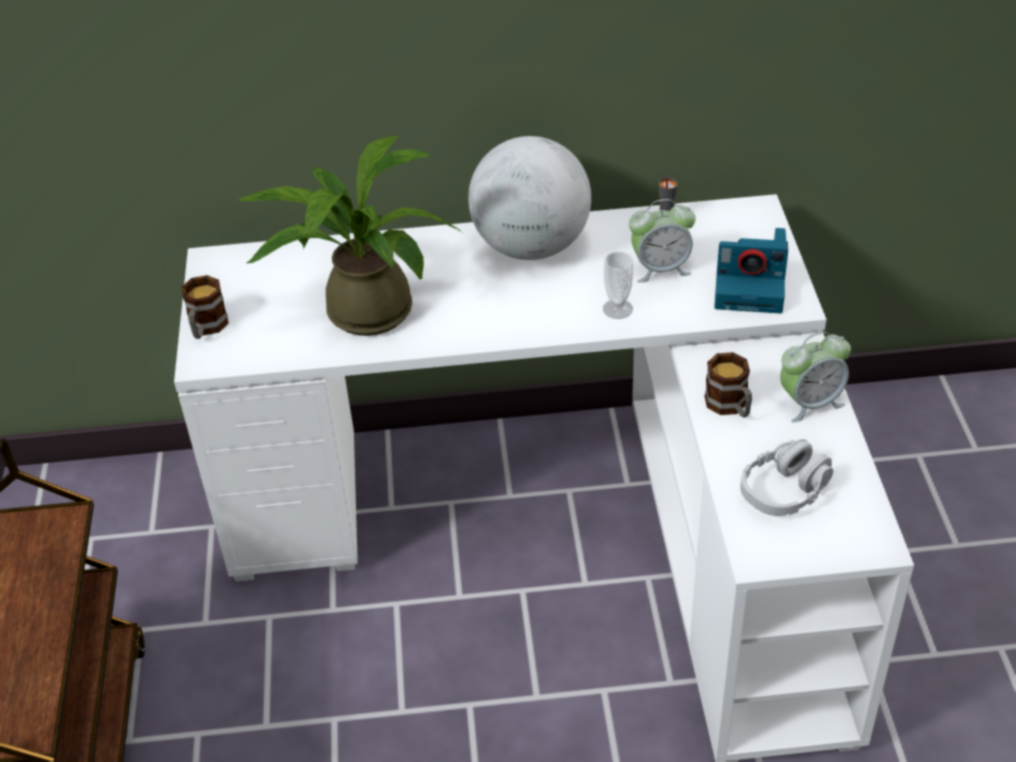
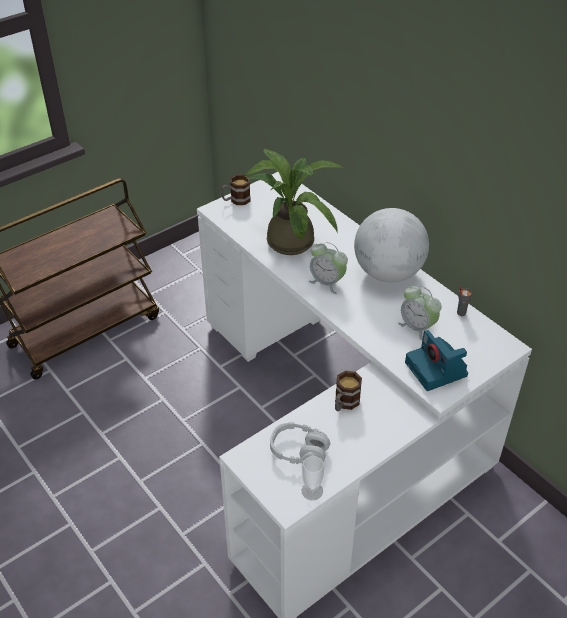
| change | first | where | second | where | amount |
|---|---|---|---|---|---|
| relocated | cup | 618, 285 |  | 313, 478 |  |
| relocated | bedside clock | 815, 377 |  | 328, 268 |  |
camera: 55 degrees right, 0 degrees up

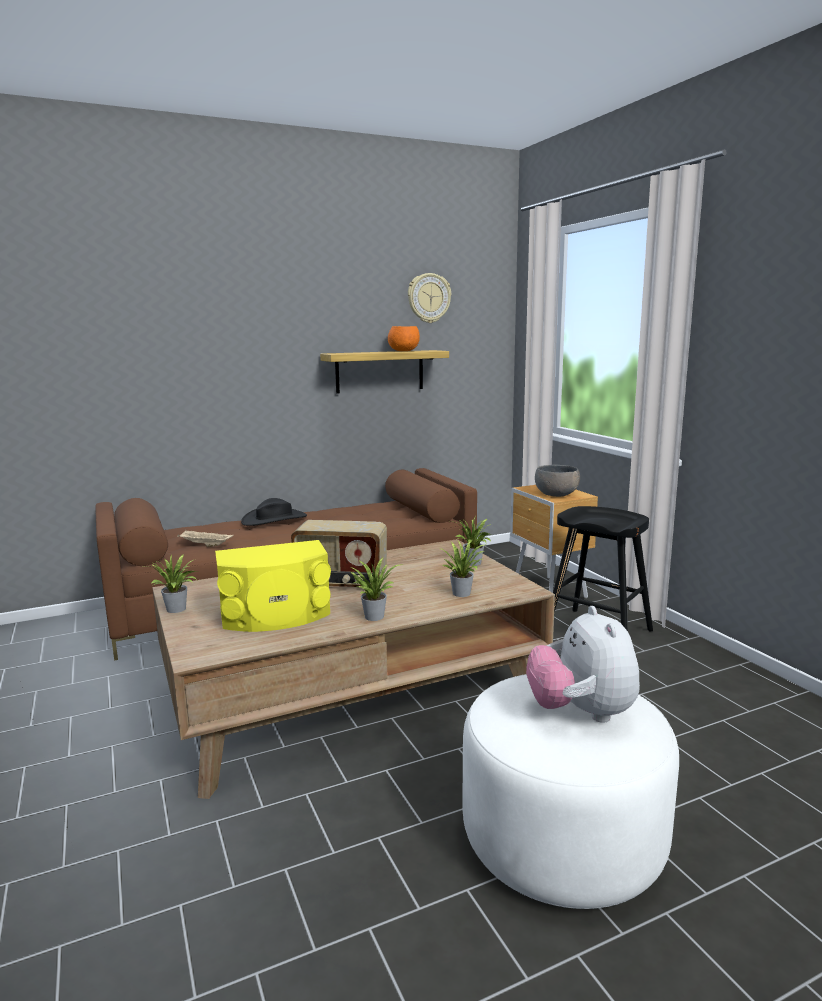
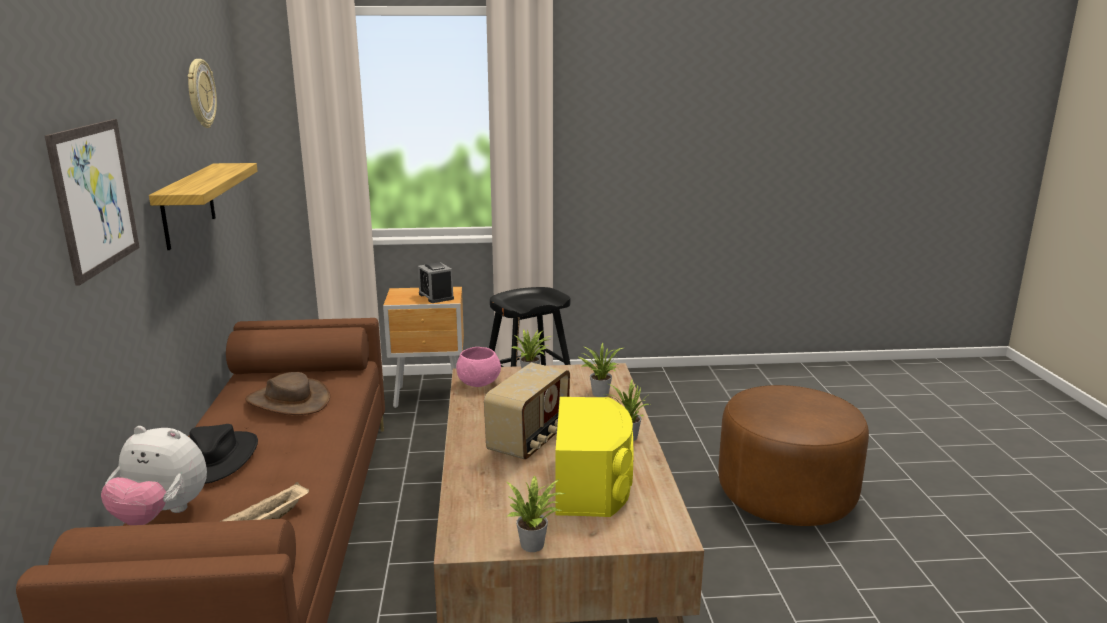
| change | first | where | second | where | amount |
|---|---|---|---|---|---|
| missing | orangey bowl | 404, 338 |  |  |  |
| appeared |  |  | wall art | 92, 202 |  |
| appeared |  |  | brown hat | 287, 393 |  |
| appeared |  |  | pink bowl | 478, 367 |  |
| relocated | soft toy | 583, 664 |  | 154, 475 |  |
| exchanged | greyish bowl | 557, 481 | bedside clock | 436, 282 |  |
| colour | whitish ottoman | 570, 791 | brown ottoman | 793, 455 |  |
camera: 70 degrees left, 5 degrees up

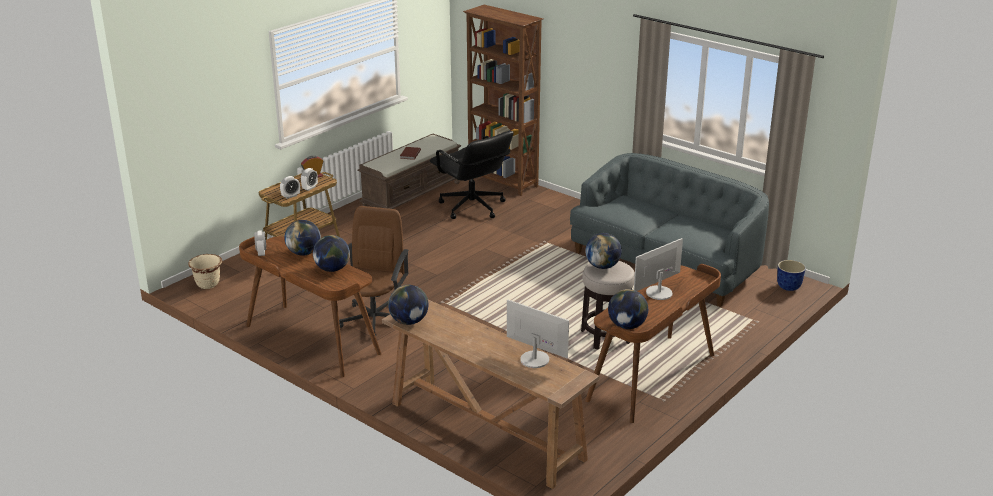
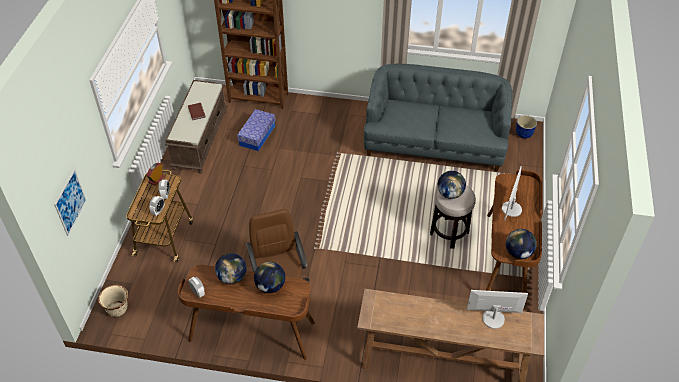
| change | first | where | second | where | amount |
|---|---|---|---|---|---|
| missing | globe | 408, 305 |  |  |  |
| appeared |  |  | wall art | 70, 202 |  |
| exchanged | blackish desk chair | 472, 175 | storage container | 256, 130 |  |
camera: 30 degrees left, 20 degrees up

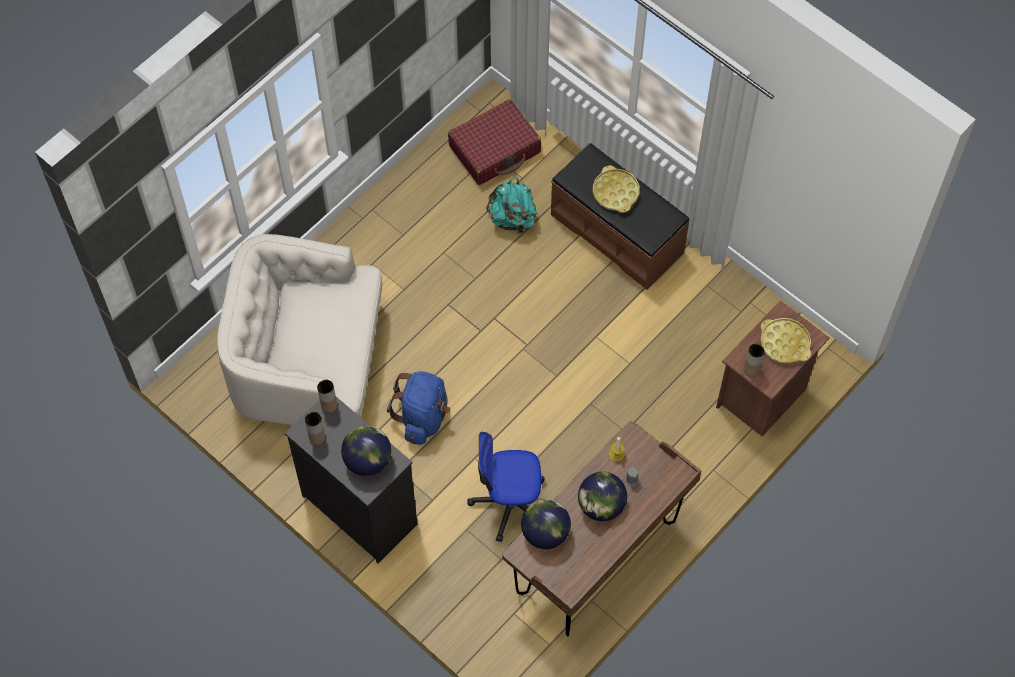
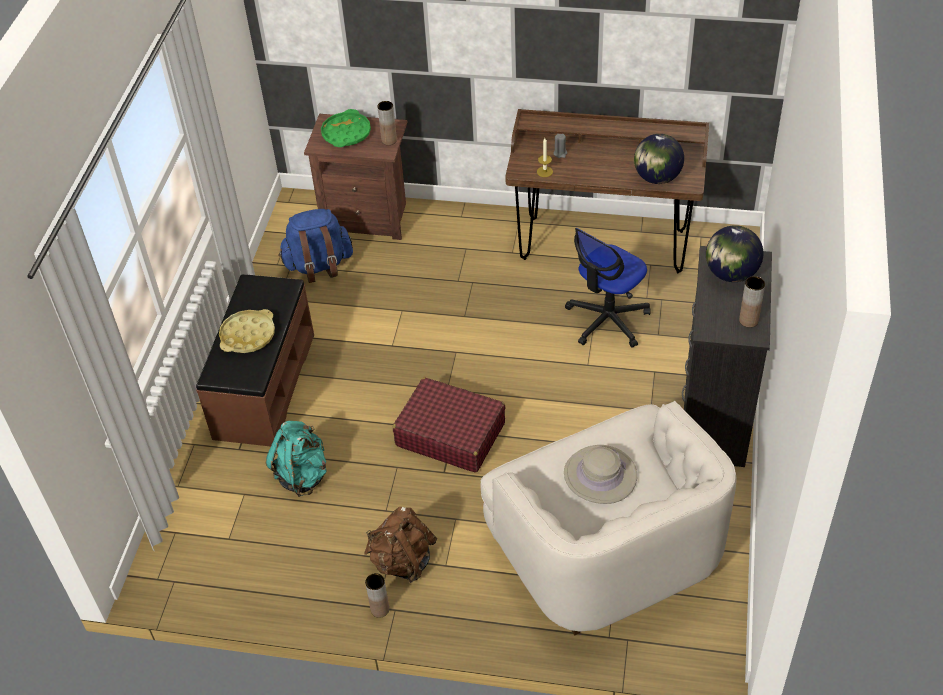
| change | first | where | second | where | amount |
|---|---|---|---|---|---|
| missing | globe | 602, 496 |  |  |  |
| appeared |  |  | brown backpack | 400, 545 |  |
| appeared |  |  | beige hat | 600, 474 |  |
| relocated | brown vase | 327, 397 |  | 377, 595 |  |
| relocated | blue backpack | 418, 408 |  | 315, 246 |  |
| relocated | red-coloured travel case | 494, 142 |  | 449, 425 |  |
| colour | yellow-coloured carrying tray | 785, 341 | green carrying tray | 346, 128 |  |
| spun | desk chair | 506, 487 |  | 608, 288 | 75 degrees clockwise |
camera: 120 degrees left, 15 degrees down

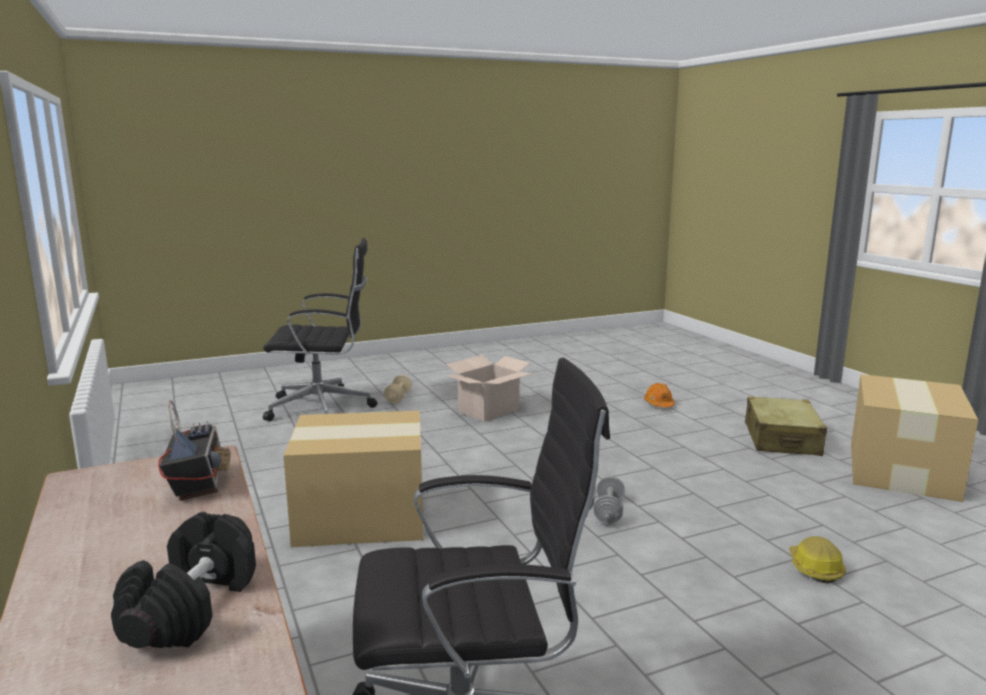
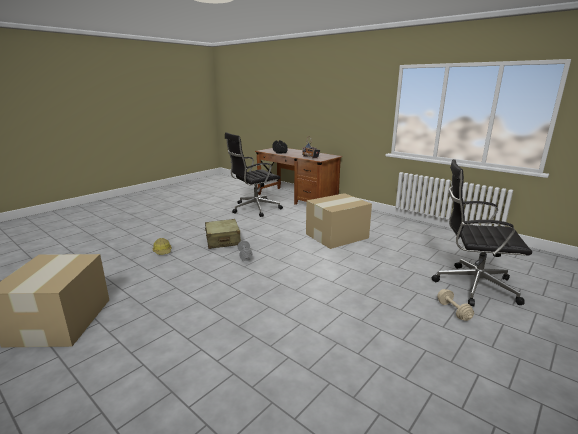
| change | first | where | second | where | amount |
|---|---|---|---|---|---|
| missing | carton | 489, 388 |  |  |  |
| missing | orangey hard hat | 659, 395 |  |  |  |
| relocated | beige travel case | 786, 426 |  | 223, 234 |  |
| spun | blackish desk chair | 320, 329 |  | 482, 232 | 45 degrees clockwise |
camera: 155 degrees right, 5 degrees up

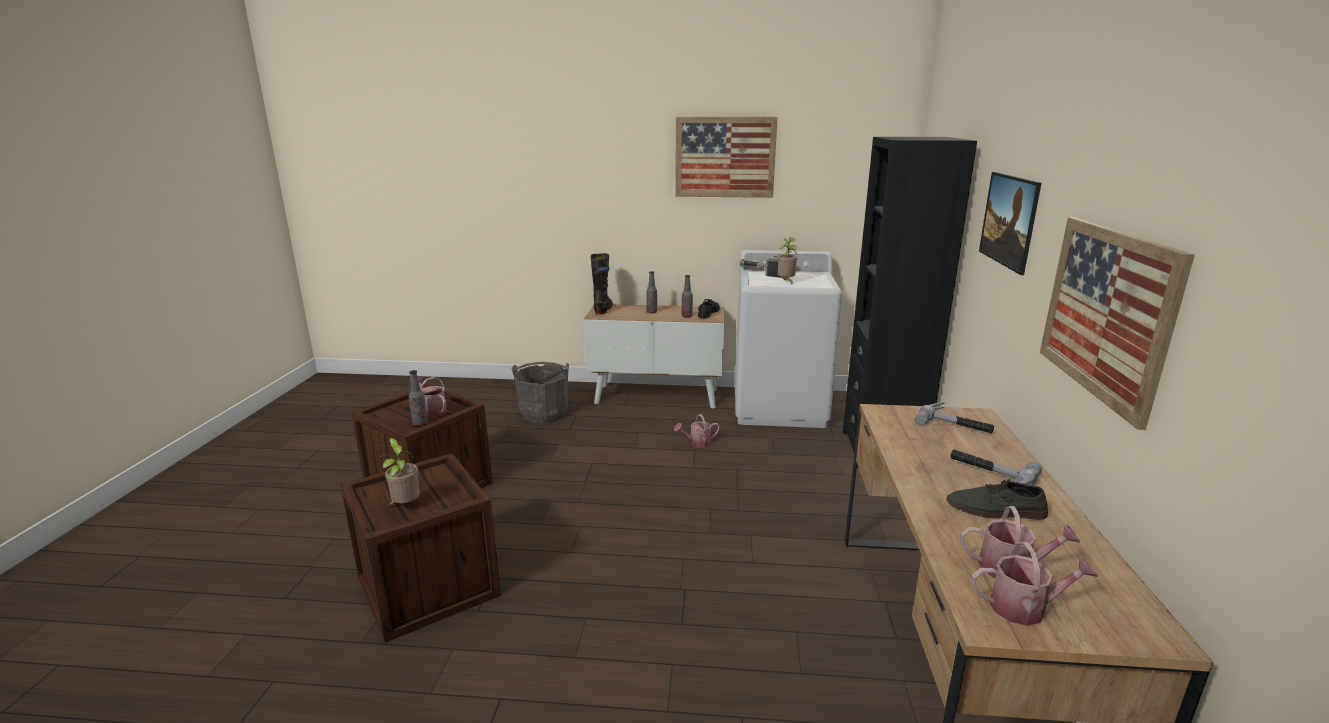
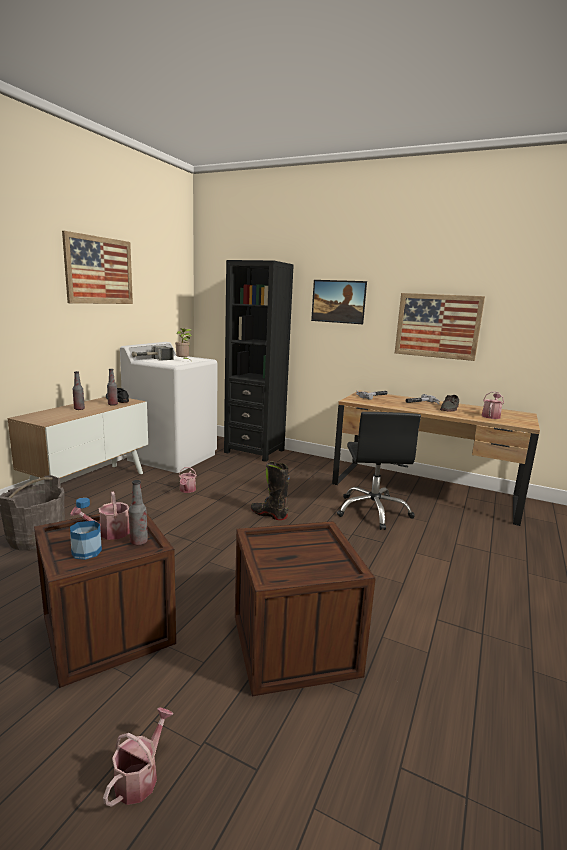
| change | first | where | second | where | amount |
|---|---|---|---|---|---|
| missing | houseplant | 398, 471 |  |  |  |
| appeared |  |  | drink bottle | 86, 529 |  |
| appeared |  |  | blackish desk chair | 379, 471 |  |
| relocated | blackish high-top boot | 602, 283 |  | 270, 490 |  |
| relocated | watering can | 1034, 584 |  | 138, 757 |  |
camera: 70 degrees left, 5 degrees down

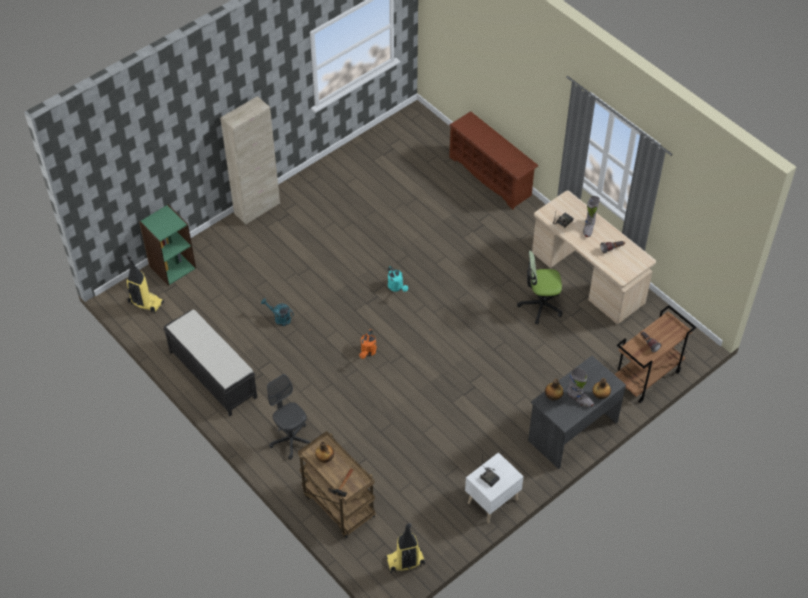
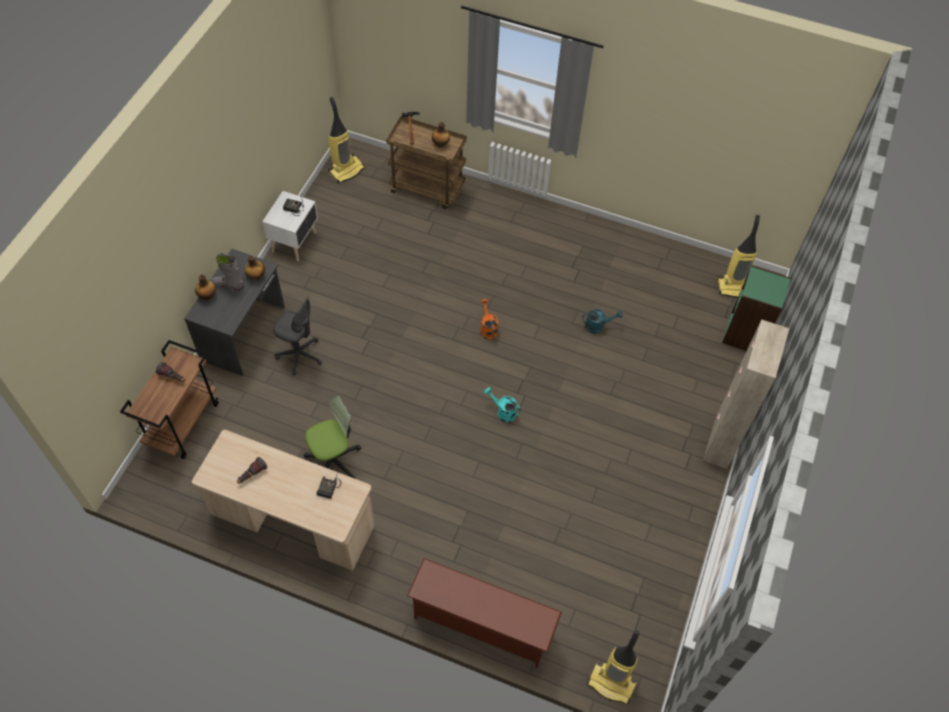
| change | first | where | second | where | amount |
|---|---|---|---|---|---|
| missing | blackish long seat | 210, 363 |  |  |  |
| missing | greyish high-top boot | 591, 216 |  |  |  |
| appeared |  |  | hoover | 613, 667 |  |
| relocated | greyish desk chair | 289, 417 |  | 297, 336 |  |
camera: 150 degrees right, 5 degrees up

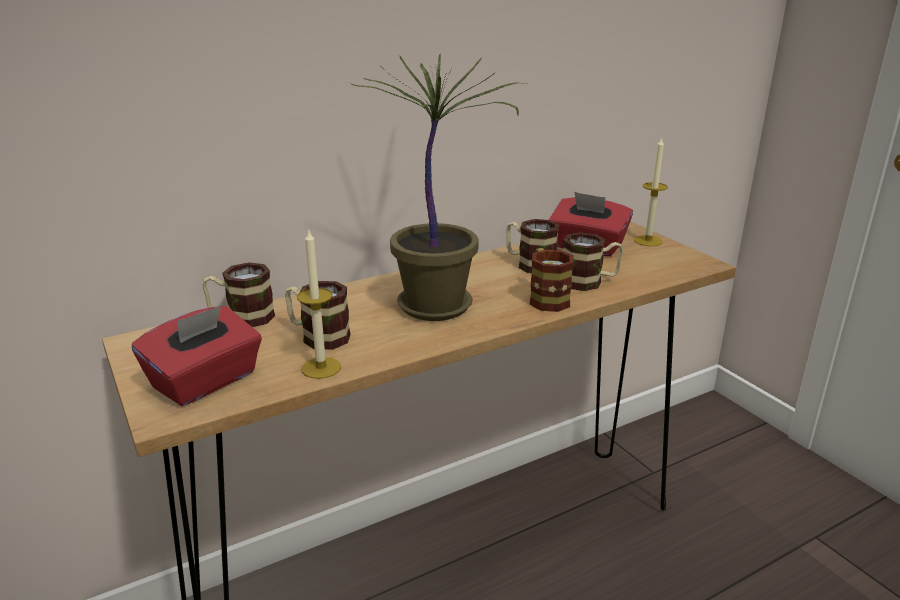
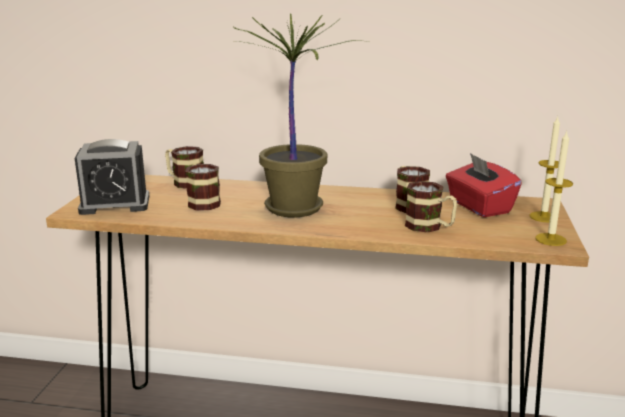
| change | first | where | second | where | amount |
|---|---|---|---|---|---|
| missing | tea mug | 551, 280 |  |  |  |
| relocated | candle | 319, 303 |  | 554, 188 |  |
| exchanged | red-coloured tissue box | 197, 355 | bedside clock | 112, 177 |  |
camera: 40 degrees right, 5 degrees down

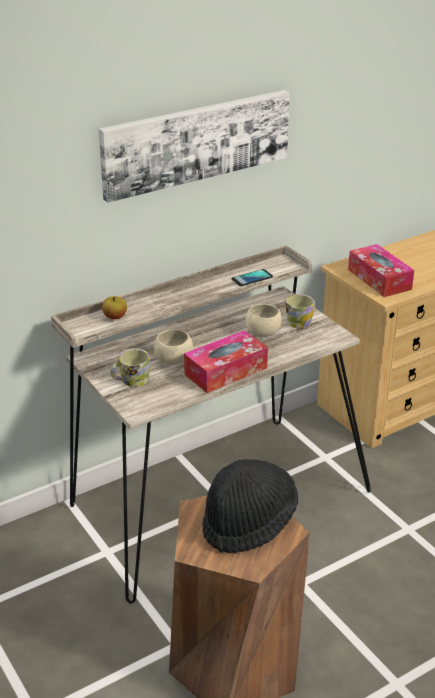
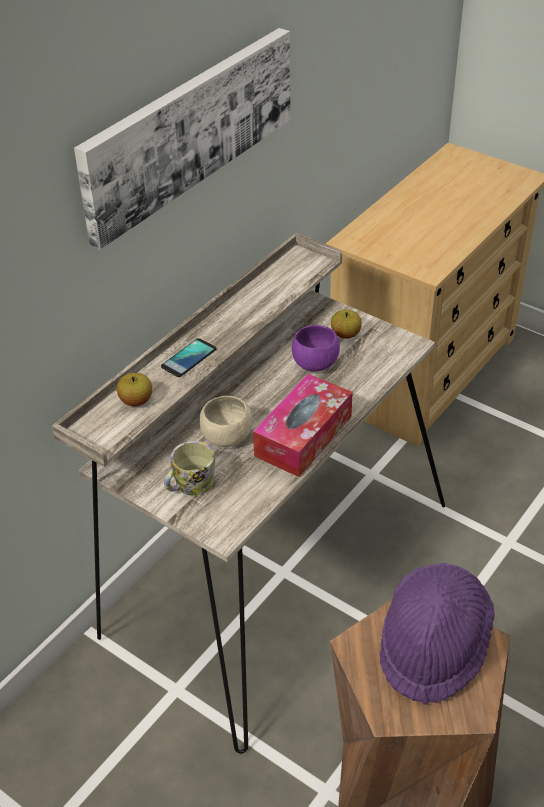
| change | first | where | second | where | amount |
|---|---|---|---|---|---|
| missing | tissue box | 381, 270 |  |  |  |
| relocated | telephone | 252, 277 |  | 188, 357 |  |
| exchanged | tea mug | 300, 311 | apple fruit | 346, 324 |  |
| colour | blackish hat | 250, 506 | purple-coloured hat | 437, 634 |  |
| colour | beige bowl | 264, 320 | purple-coloured bowl | 316, 348 |  |
camera: 20 degrees left, 10 degrees up

